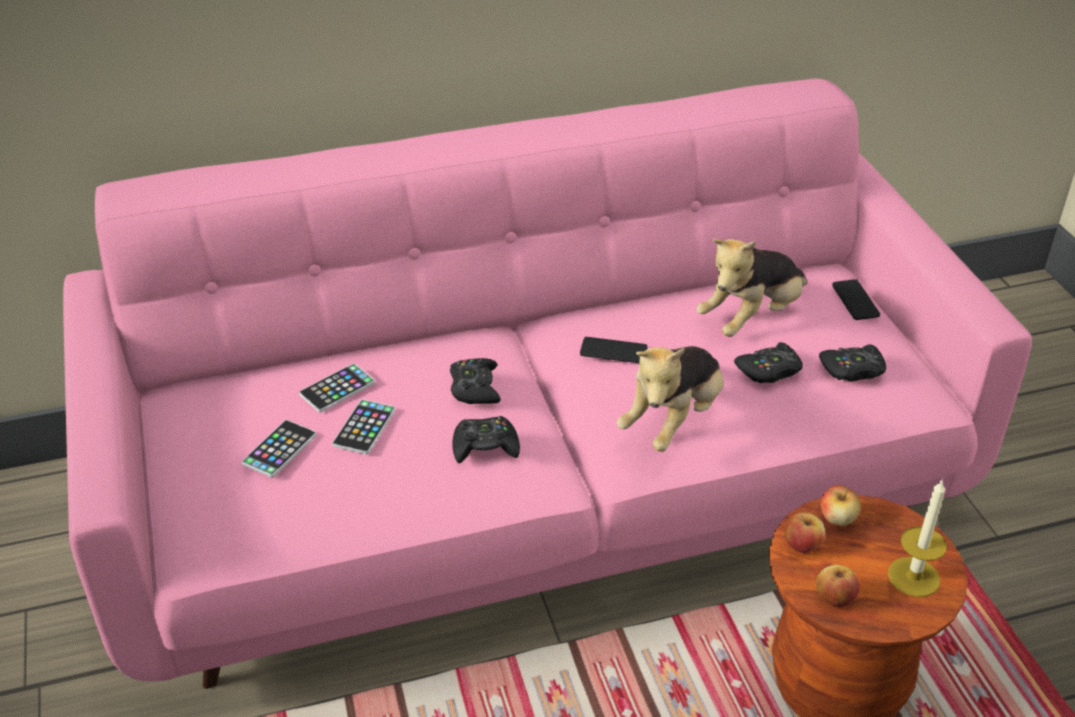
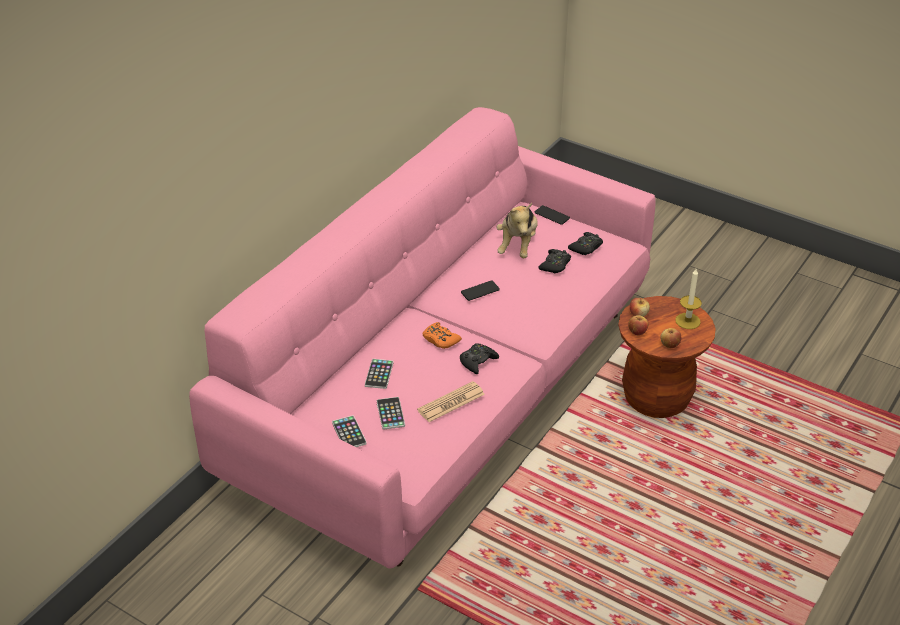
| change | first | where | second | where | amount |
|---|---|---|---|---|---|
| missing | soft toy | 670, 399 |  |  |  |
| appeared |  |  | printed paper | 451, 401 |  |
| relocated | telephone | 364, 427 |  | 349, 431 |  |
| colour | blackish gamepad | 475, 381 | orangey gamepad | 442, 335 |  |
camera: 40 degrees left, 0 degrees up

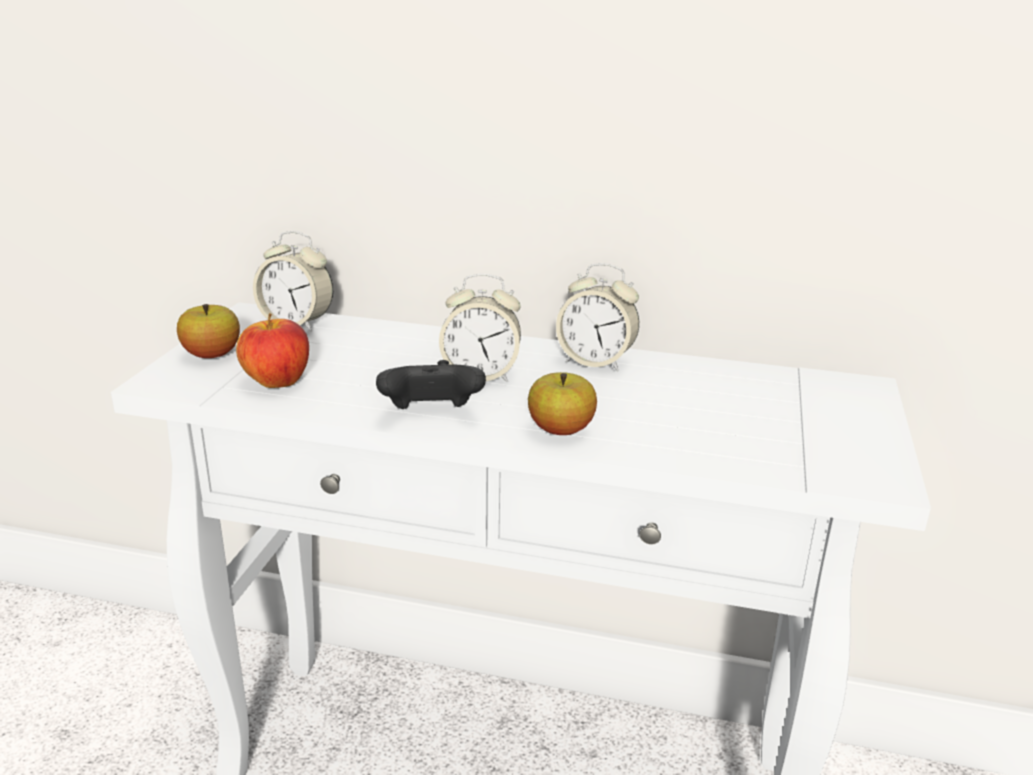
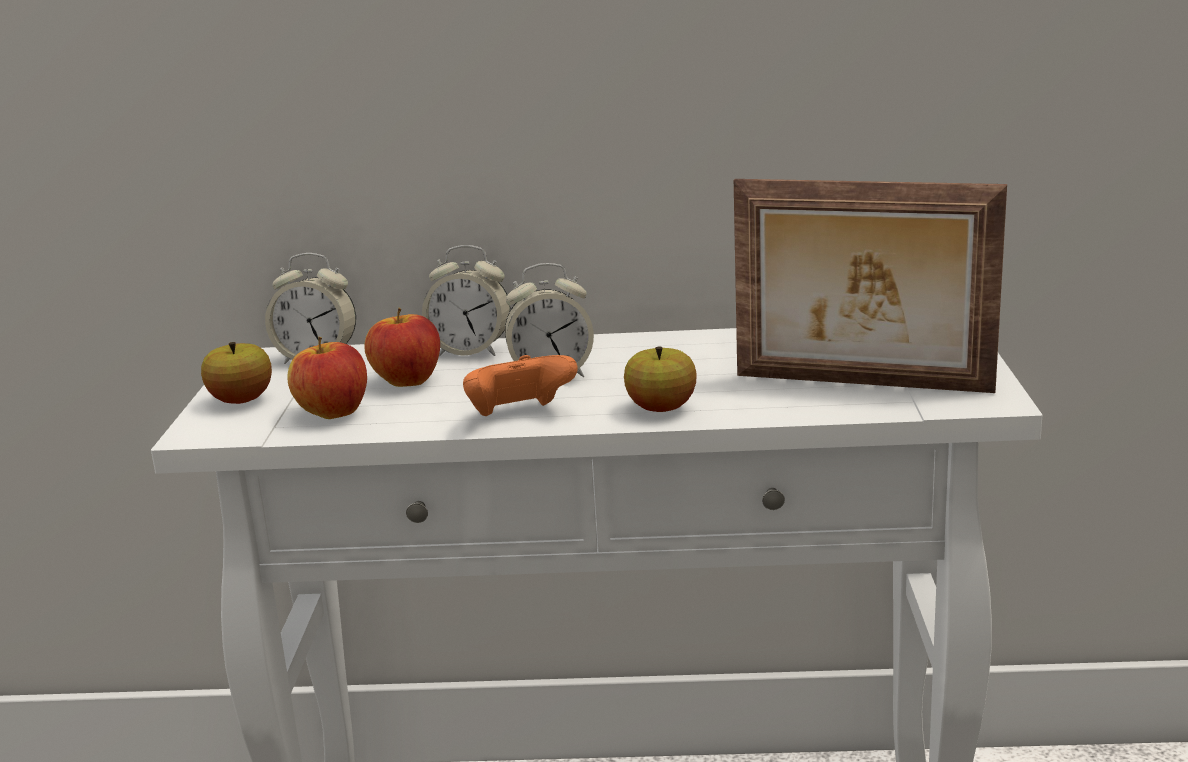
| change | first | where | second | where | amount |
|---|---|---|---|---|---|
| appeared |  |  | apple fruit | 402, 347 |  |
| appeared |  |  | standing frame | 870, 286 |  |
| relocated | bedside clock | 597, 317 |  | 466, 300 |  |
| colour | blackish gamepad | 431, 384 | orangey gamepad | 520, 385 |  |
camera: 10 degrees left, 5 degrees down

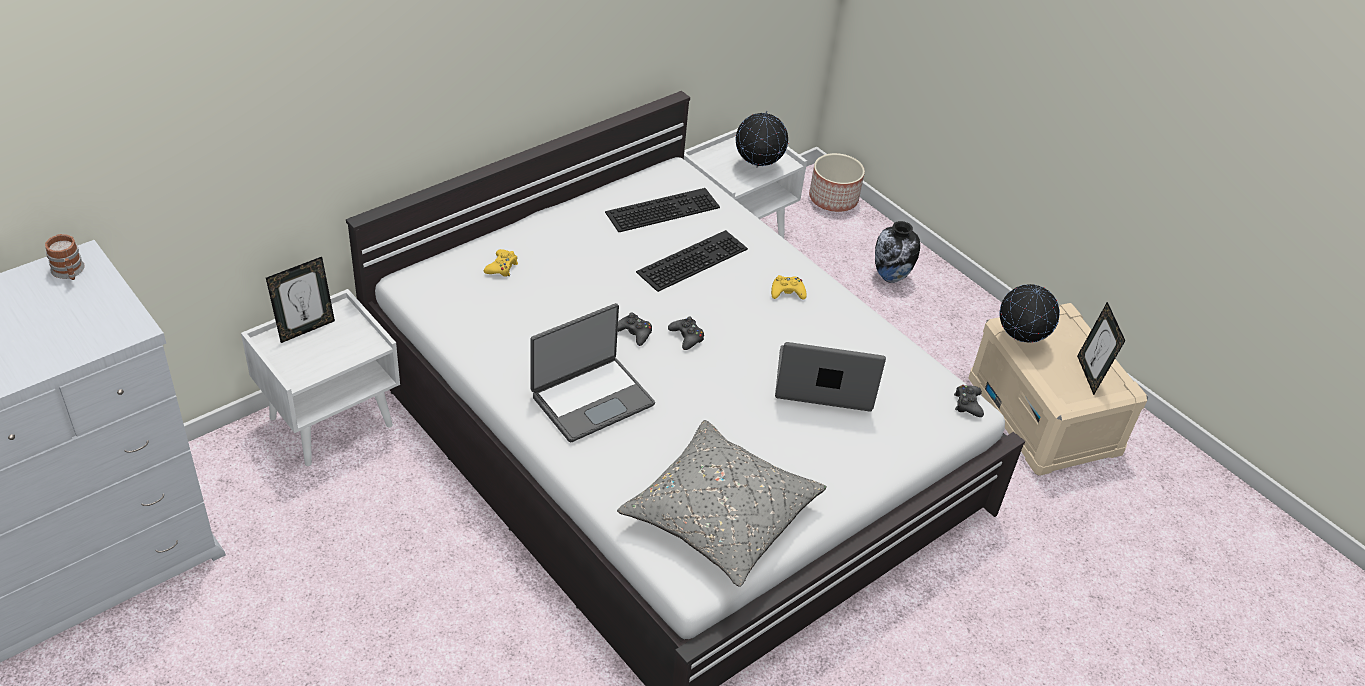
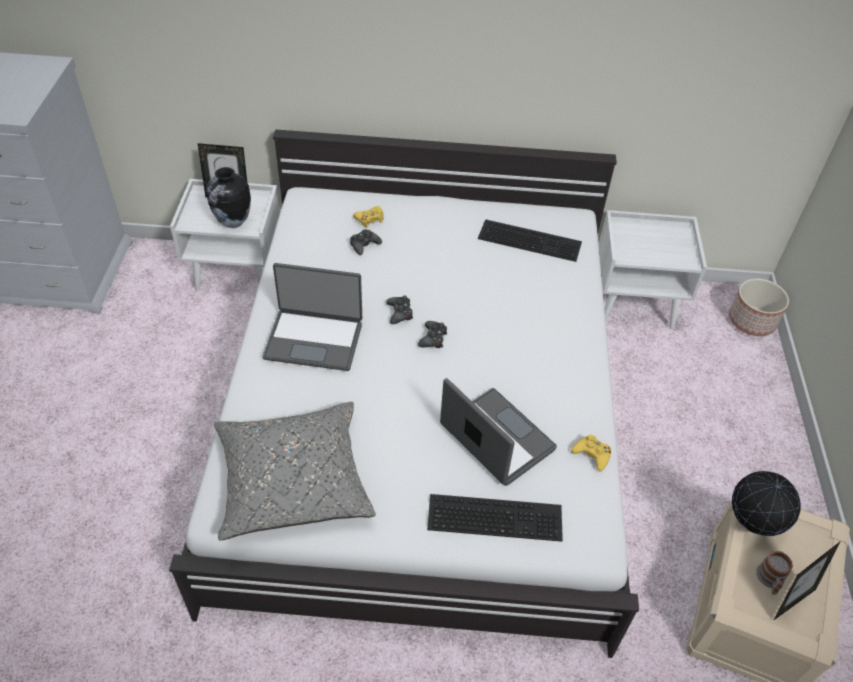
| change | first | where | second | where | amount |
|---|---|---|---|---|---|
| missing | globe | 762, 139 |  |  |  |
| relocated | tea mug | 65, 257 |  | 774, 573 |  |
| relocated | keyboard | 692, 261 |  | 495, 518 |  |
| relocated | yellow-coloured gamepad | 789, 287 |  | 591, 452 |  |
| relocated | vase | 897, 252 |  | 228, 197 |  |
| relocated | blackish gamepad | 969, 401 |  | 366, 242 |  |
camera: 45 degrees right, 5 degrees up

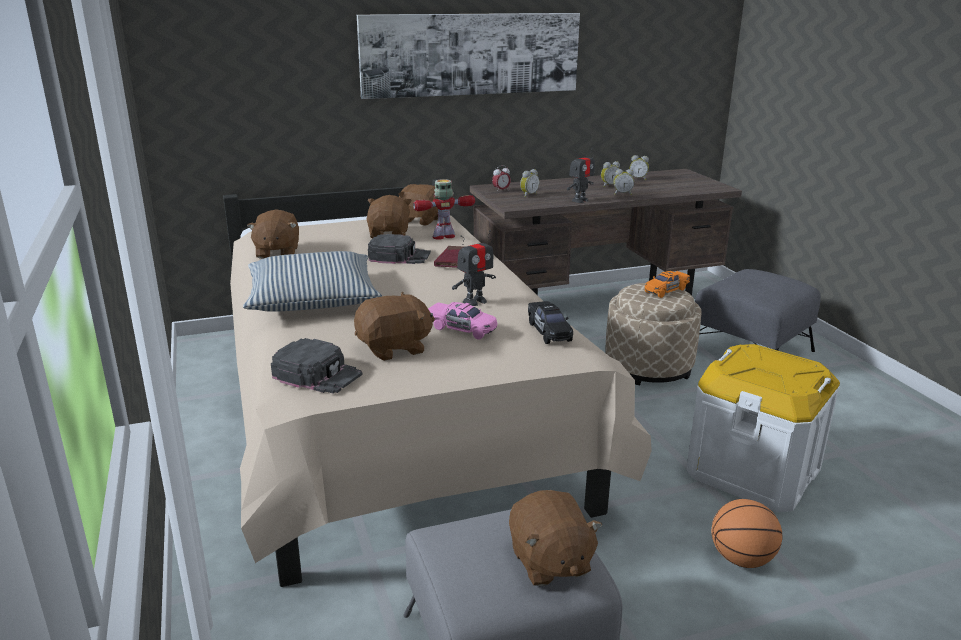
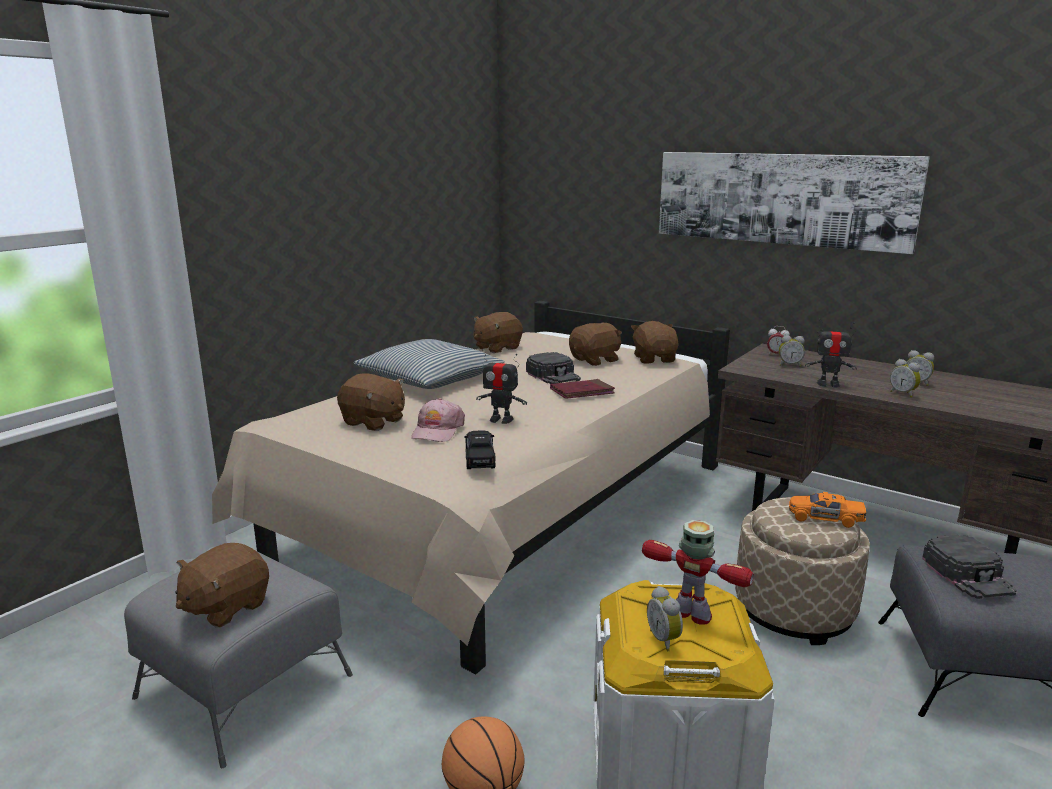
| change | first | where | second | where | amount |
|---|---|---|---|---|---|
| relocated | blackish cap | 316, 366 |  | 969, 567 |  |
| relocated | toy robot | 444, 209 |  | 698, 572 |  |
| relocated | bedside clock | 639, 167 |  | 665, 618 |  |
| exchanged | pink toy car | 462, 321 | pink cap | 438, 420 |  |
| spun | blackish toy car | 550, 322 |  | 479, 449 | 135 degrees clockwise |
camera: 55 degrees right, 5 degrees down

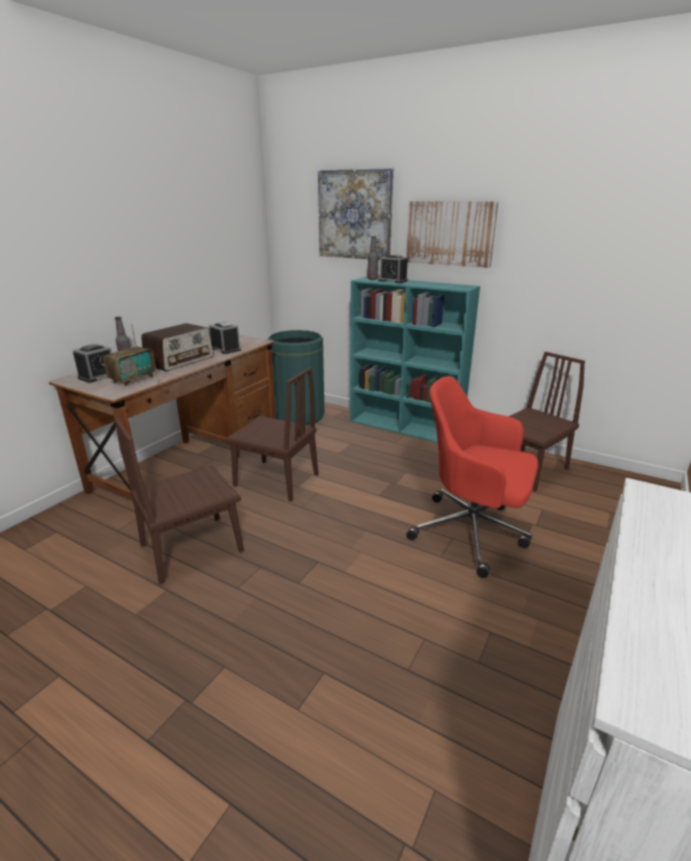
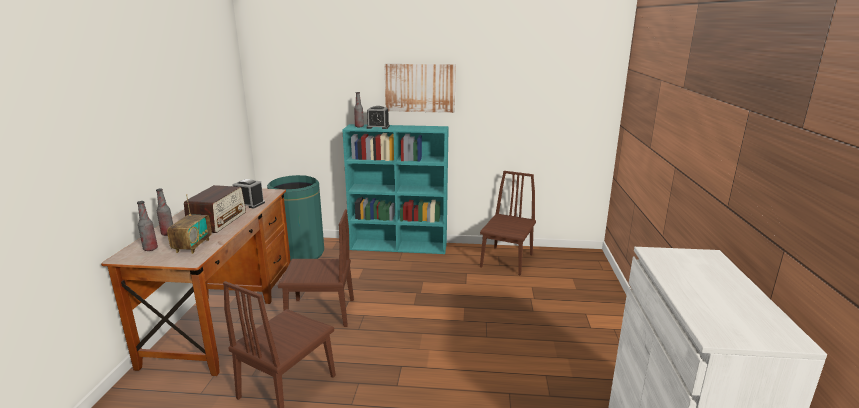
| change | first | where | second | where | amount |
|---|---|---|---|---|---|
| missing | wall art | 356, 214 |  |  |  |
| missing | red-coloured desk chair | 472, 477 |  |  |  |
| exchanged | bedside clock | 92, 363 | drink bottle | 147, 226 |  |
camera: 25 degrees left, 5 degrees down

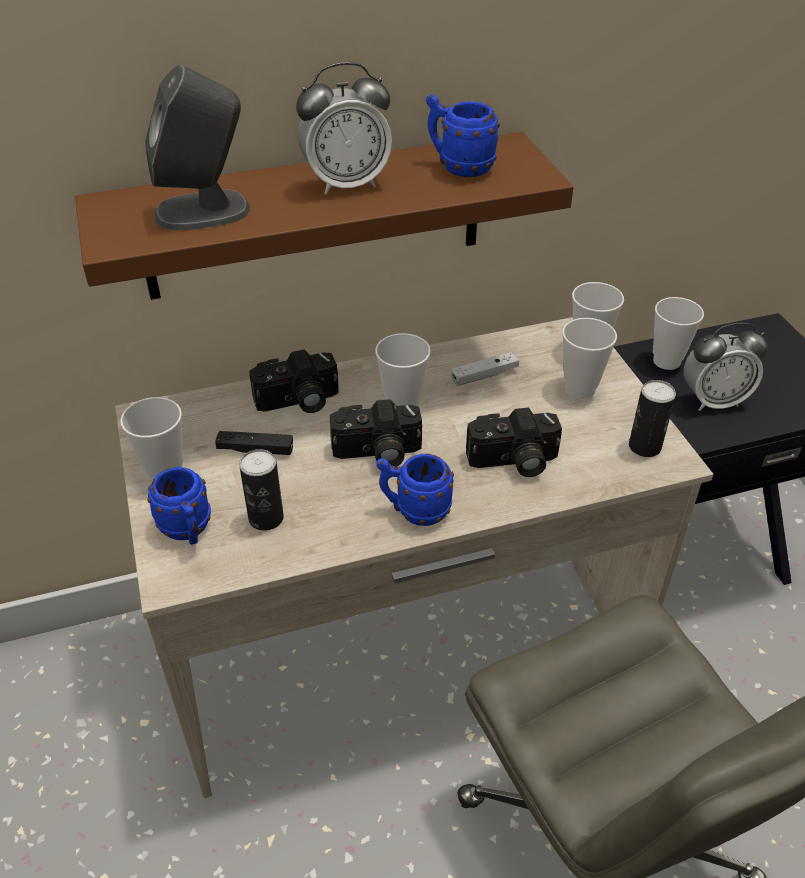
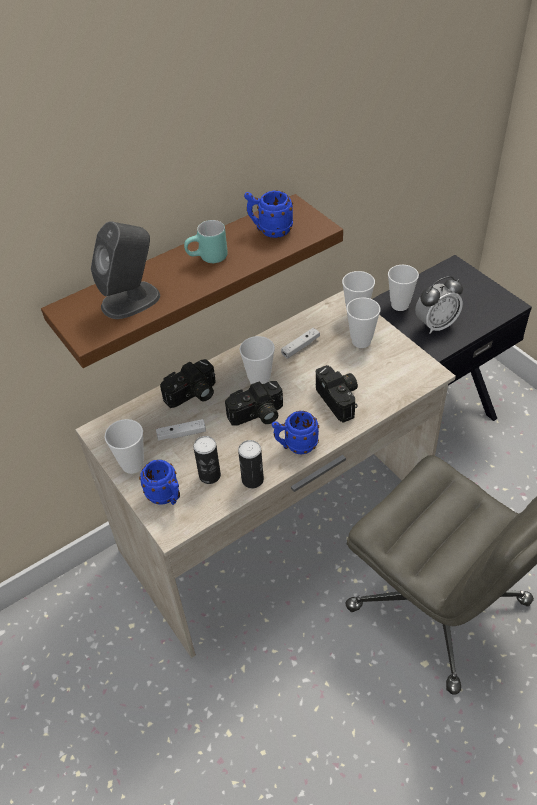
| change | first | where | second | where | amount |
|---|---|---|---|---|---|
| relocated | sealed can | 652, 418 |  | 251, 464 |  |
| exchanged | bedside clock | 344, 128 | turquoise-coloured tea mug | 206, 241 |  |
| colour | blackish gamepad | 254, 443 | whitish gamepad | 181, 429 |  |
| spun | photo camera | 514, 442 |  | 337, 394 | 90 degrees counterclockwise |
camera: 15 degrees left, 5 degrees up

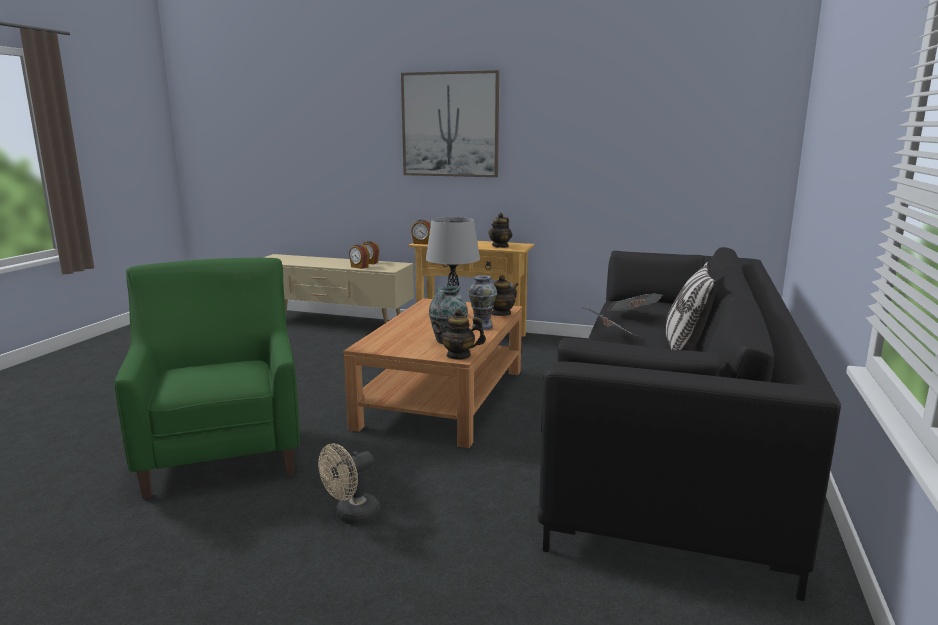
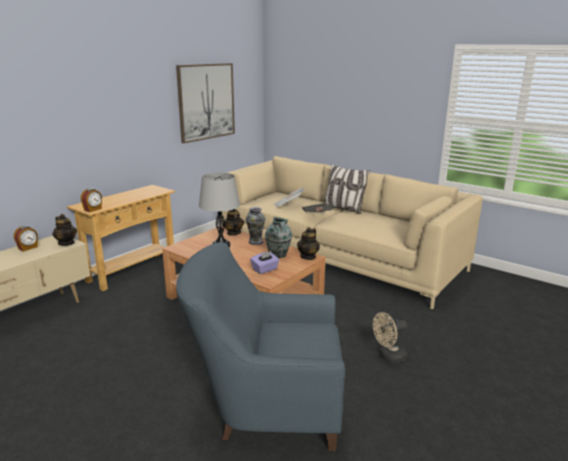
| change | first | where | second | where | amount |
|---|---|---|---|---|---|
| missing | bedside clock | 359, 256 |  |  |  |
| appeared |  |  | purple-coloured tissue box | 265, 262 |  |
| relocated | wall art | 450, 123 |  | 205, 103 |  |
| relocated | pot for tea | 500, 230 |  | 64, 230 |  |
| colour | green lounge chair | 207, 378 | blue lounge chair | 260, 346 |  |
| colour | blackish couch | 689, 424 | beige couch | 352, 232 |  |
| spun | beige electric fan | 349, 483 |  | 390, 337 | 90 degrees clockwise |
camera: 70 degrees left, 5 degrees up

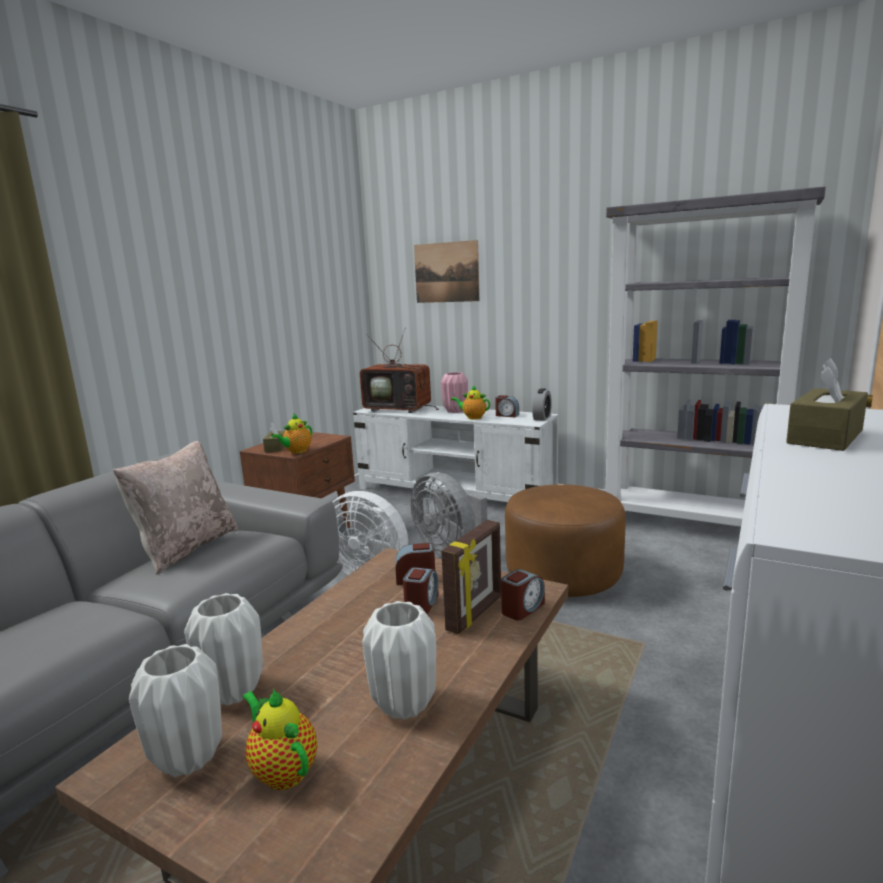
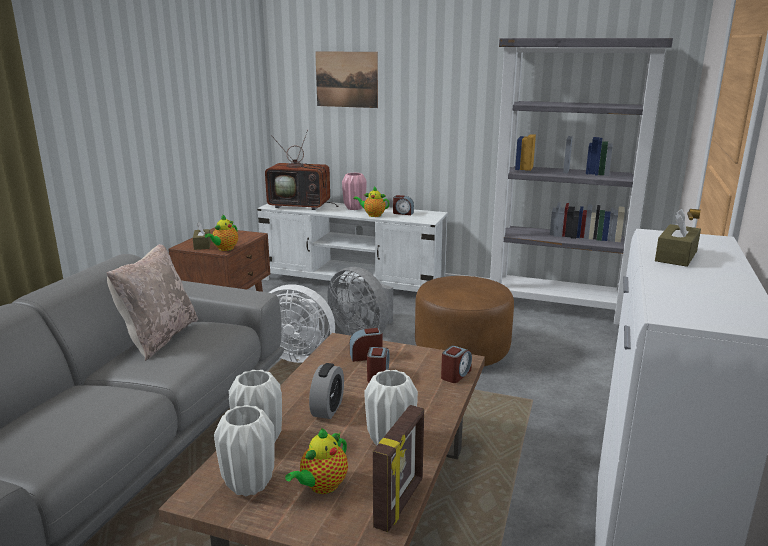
| change | first | where | second | where | amount |
|---|---|---|---|---|---|
| relocated | standing frame | 471, 577 |  | 398, 468 |  |
| relocated | bedside clock | 542, 405 |  | 326, 391 |  |
| spun | pot for tea | 279, 739 |  | 316, 461 | 90 degrees counterclockwise |
camera: 10 degrees left, 5 degrees up

